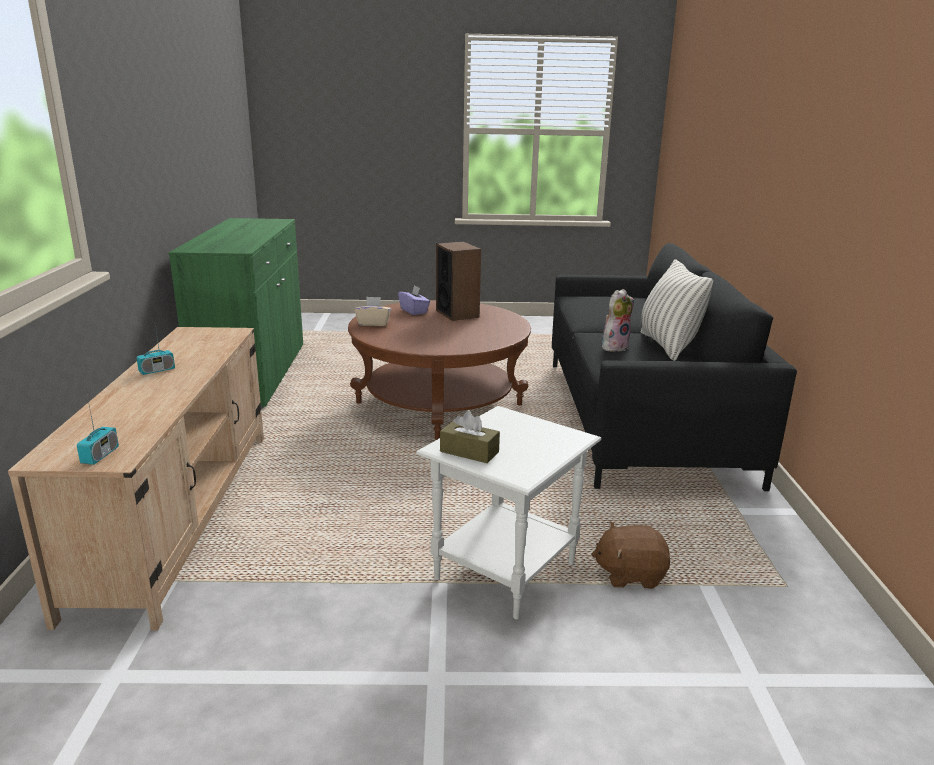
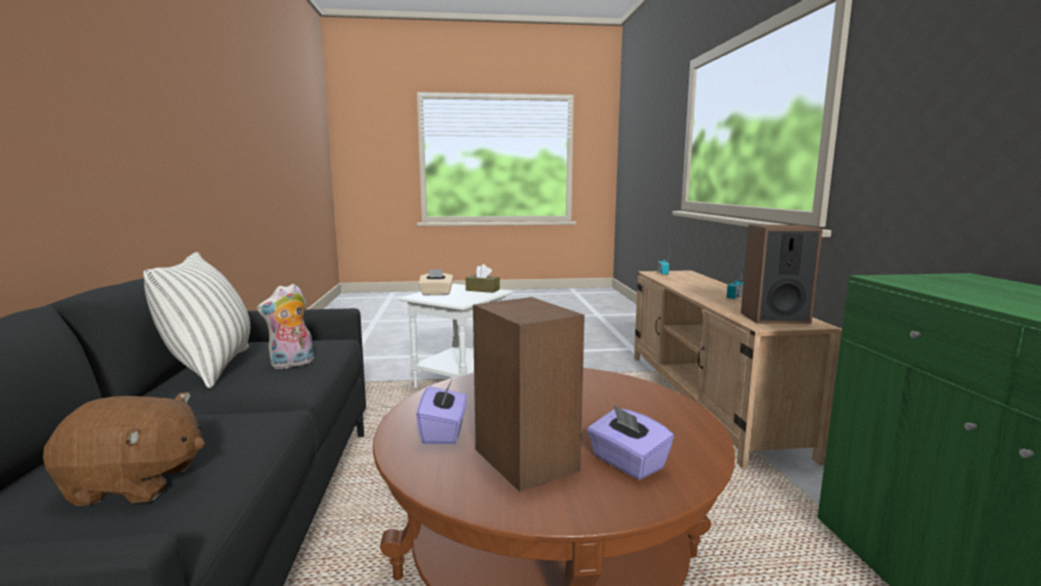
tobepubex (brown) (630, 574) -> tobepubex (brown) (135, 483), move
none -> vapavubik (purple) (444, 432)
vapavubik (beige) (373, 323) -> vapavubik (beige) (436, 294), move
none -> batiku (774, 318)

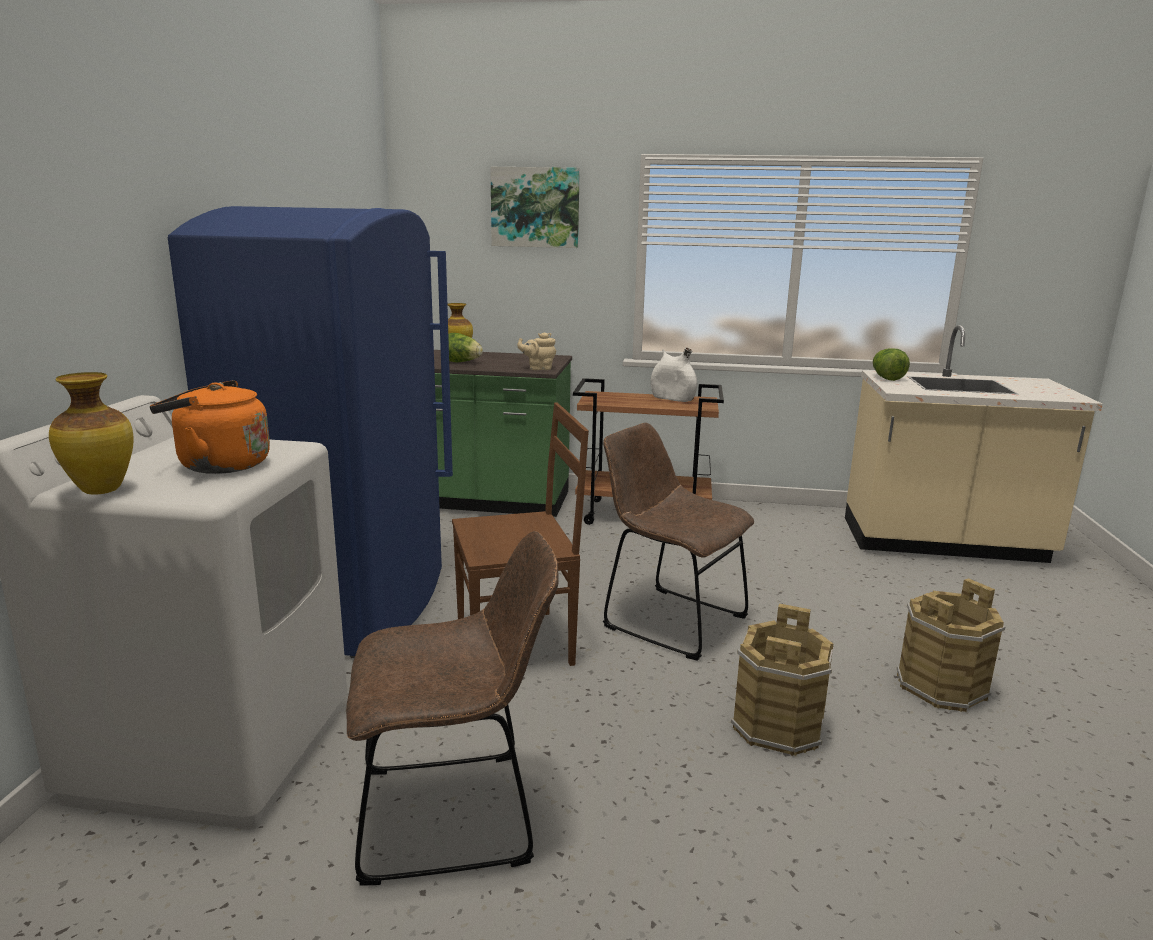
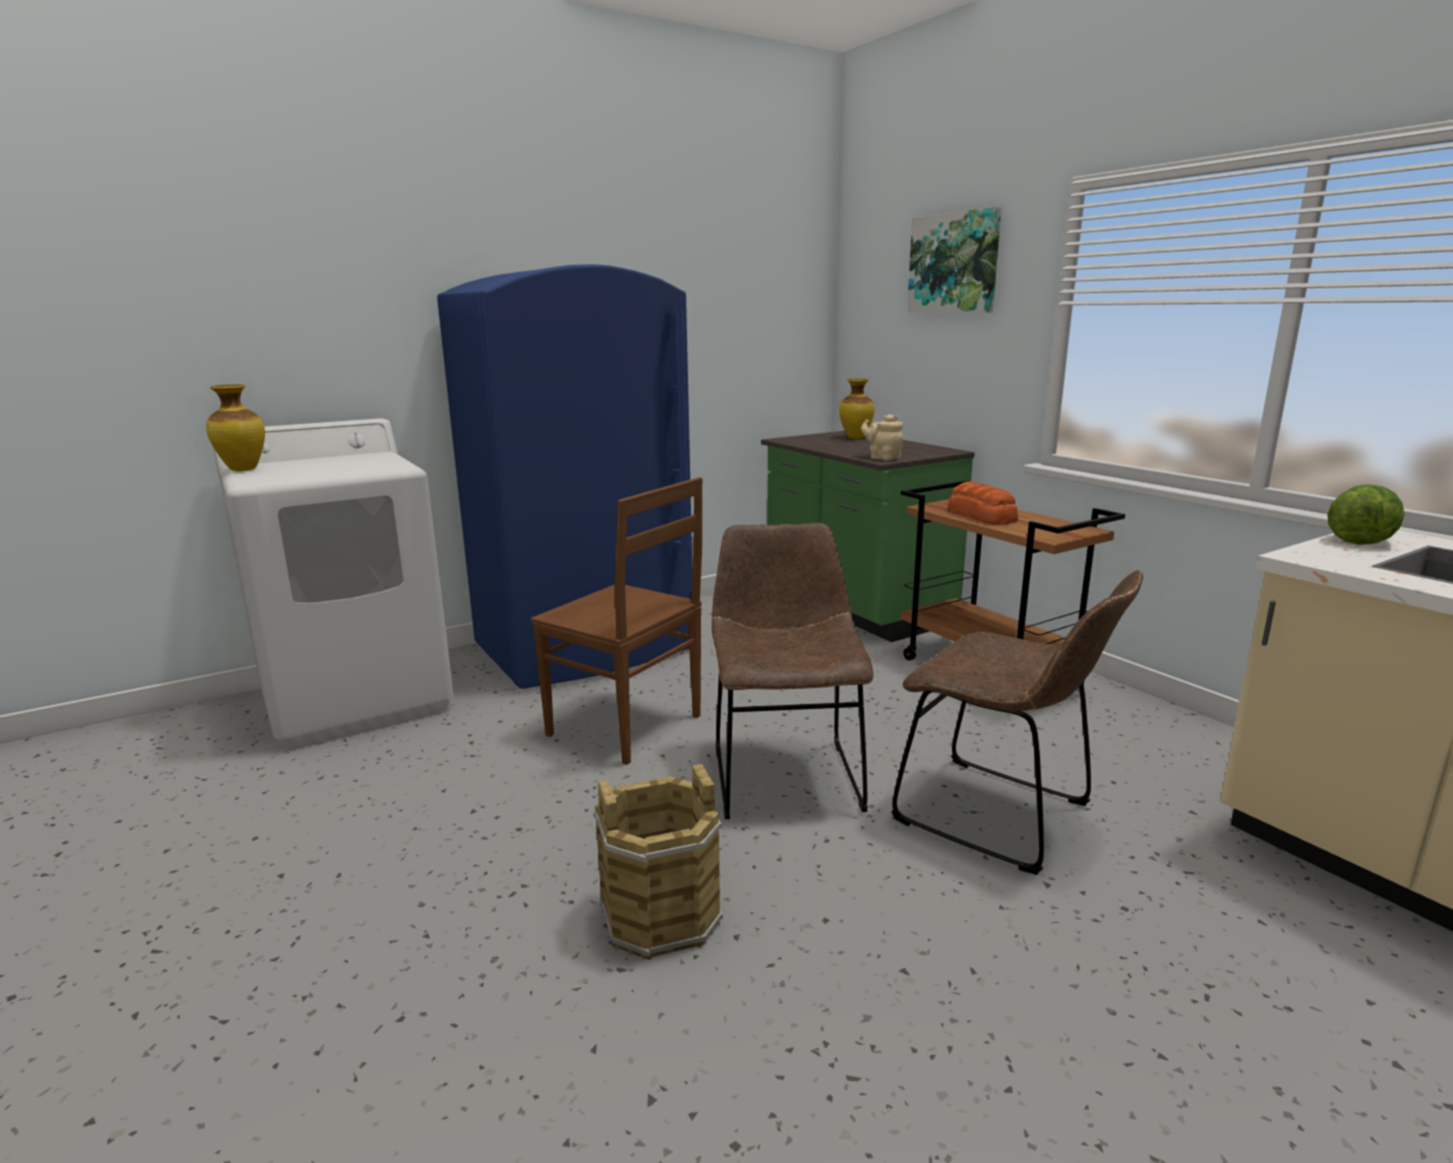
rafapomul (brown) (456, 814) -> rafapomul (brown) (1002, 817), move
none -> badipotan (981, 516)
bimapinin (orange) (218, 465) -> none
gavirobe (462, 362) -> none
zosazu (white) (672, 399) -> none
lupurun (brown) (942, 687) -> none

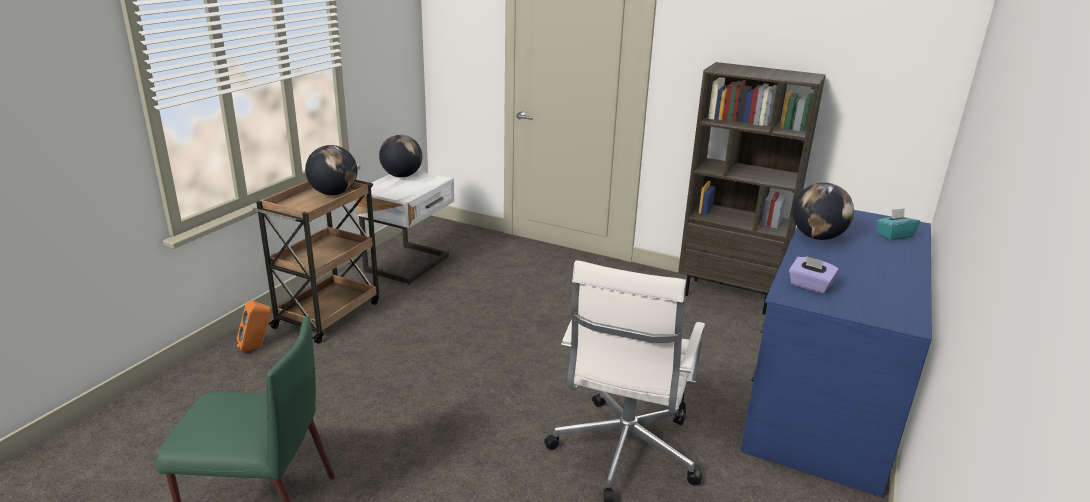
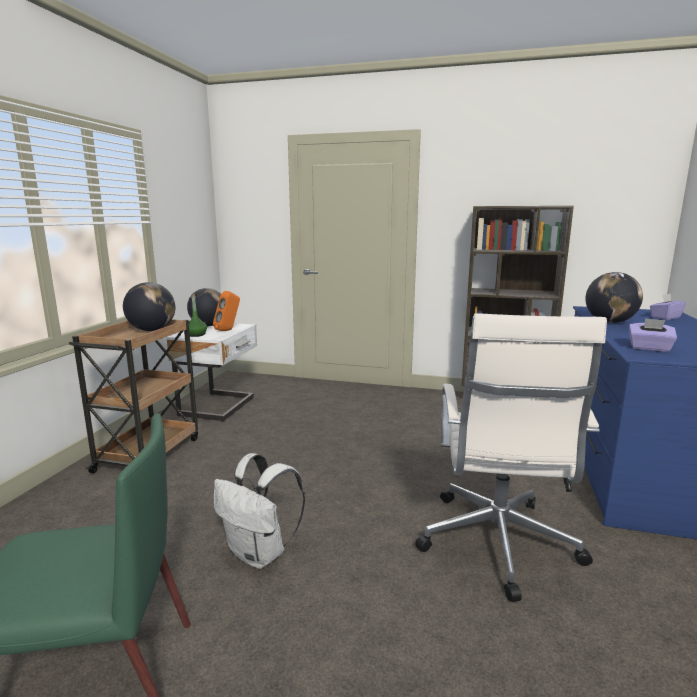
none -> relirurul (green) (196, 335)
batiku (orange) (257, 347) -> batiku (orange) (228, 330), move
none -> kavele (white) (260, 554)
vapavubik (turquoise) (894, 235) -> vapavubik (purple) (665, 317)

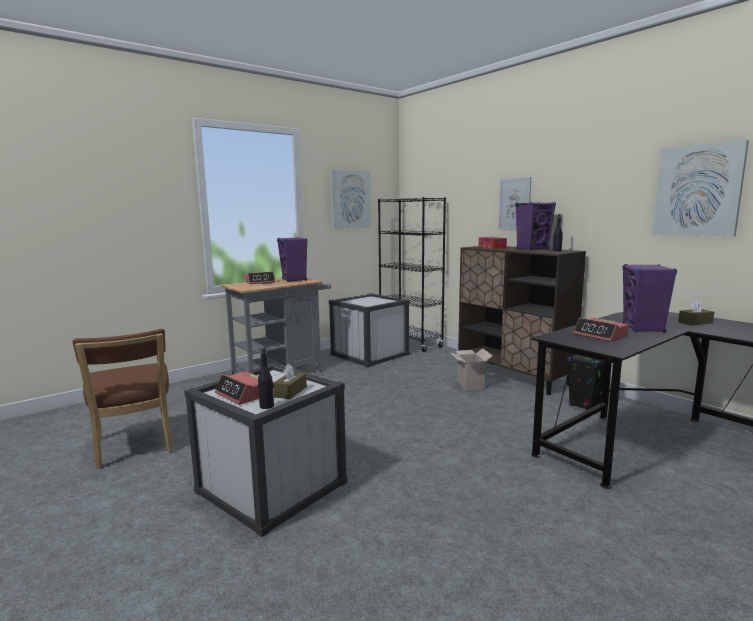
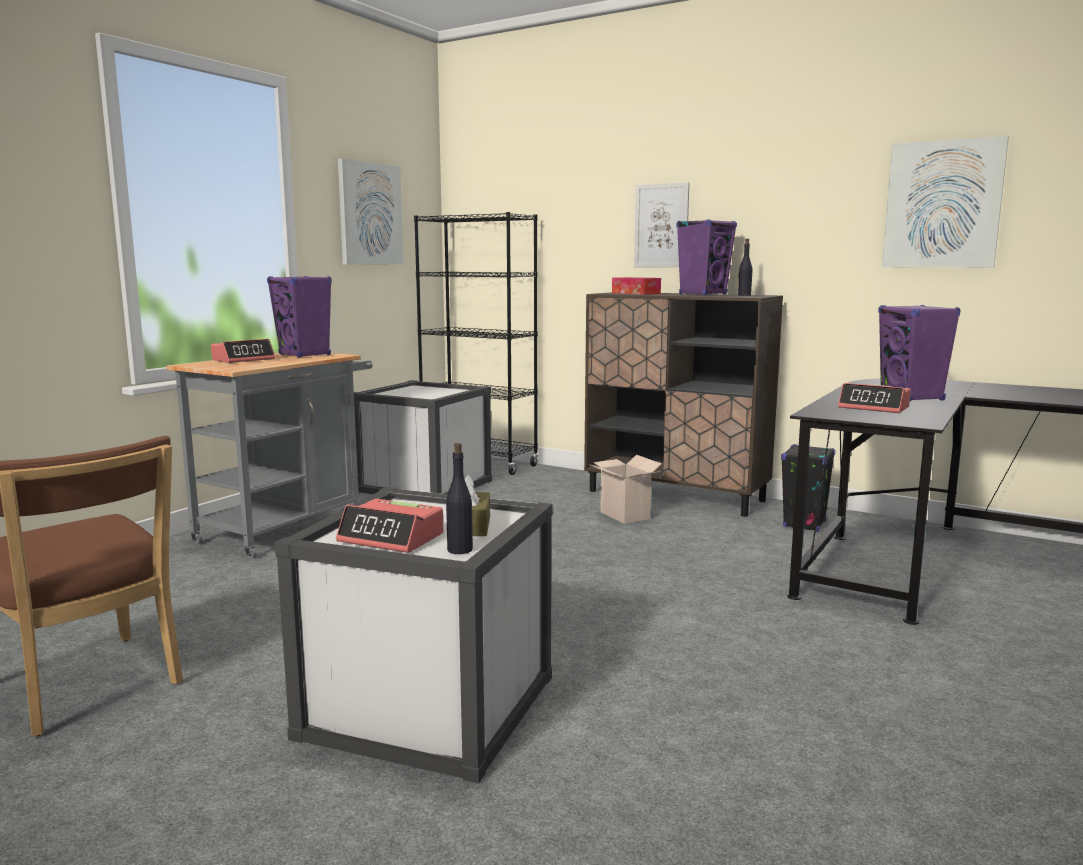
vapavubik (brown) (695, 322) -> none

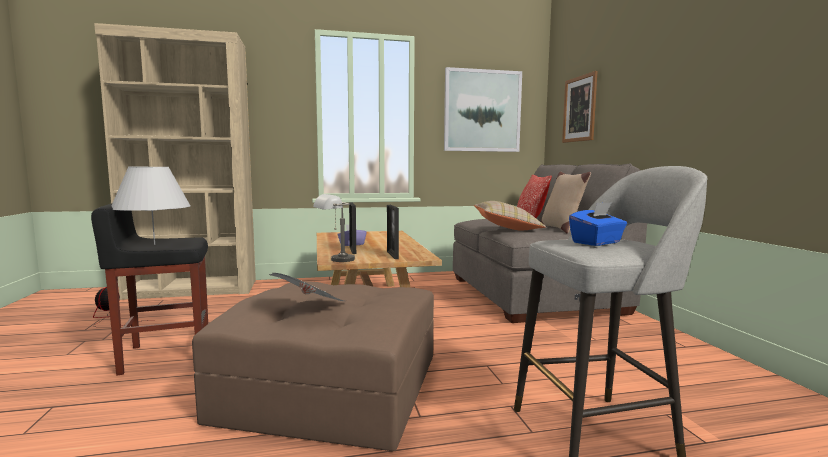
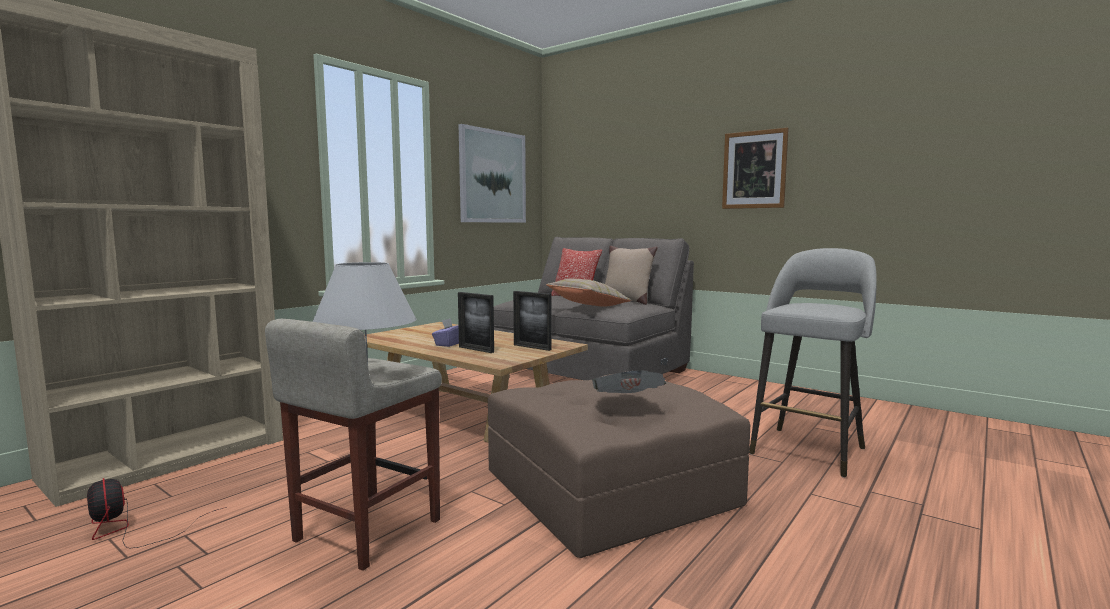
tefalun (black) (165, 355) -> tefalun (beige) (366, 531)
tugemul (579, 109) -> tugemul (754, 170), move
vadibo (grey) (335, 260) -> none
vapavubik (blue) (597, 242) -> none

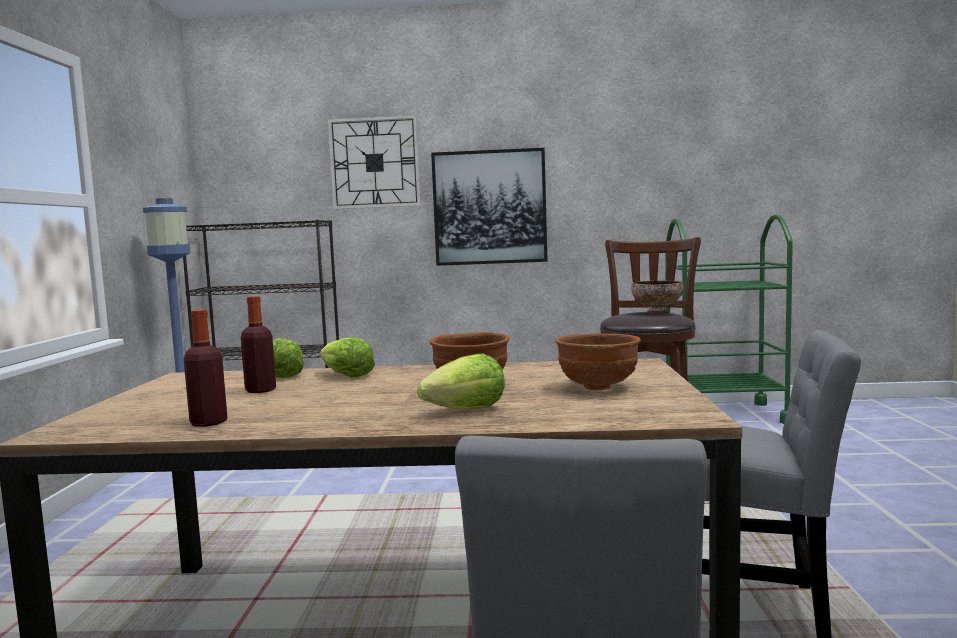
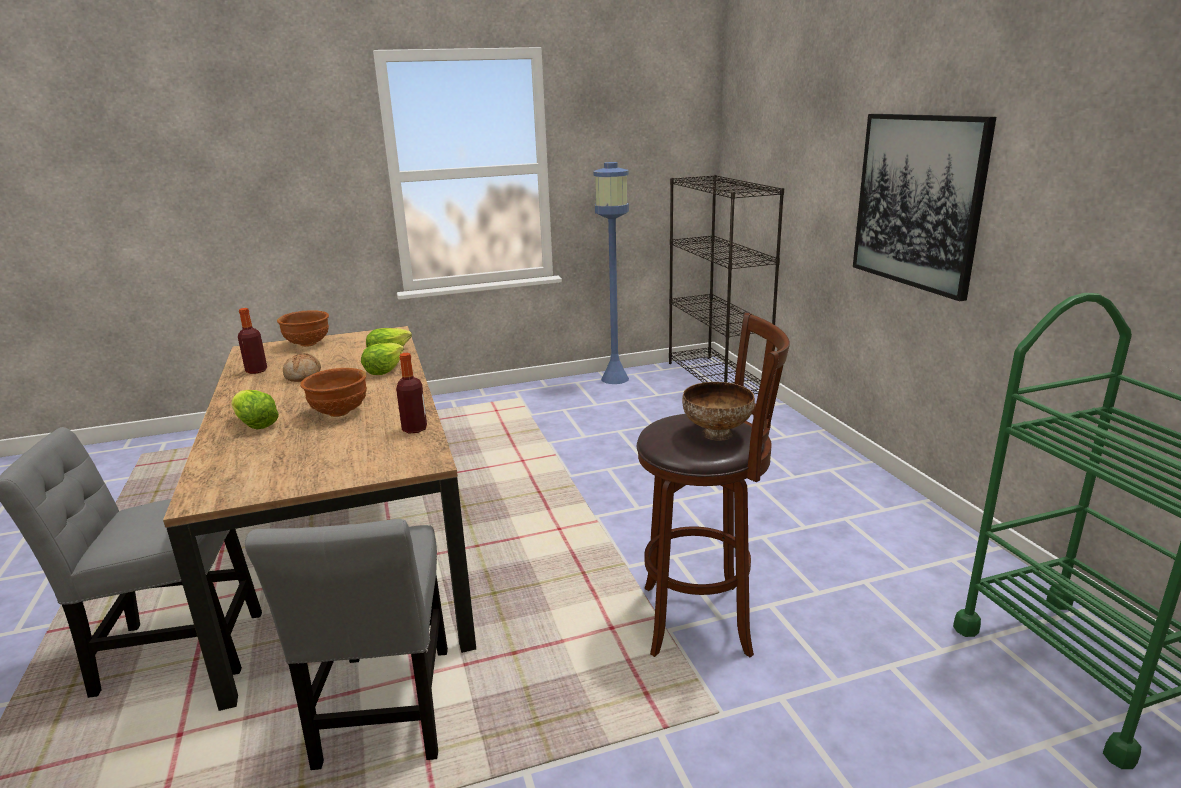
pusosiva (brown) (598, 387) -> pusosiva (brown) (308, 344), move
none -> badipotan (304, 376)
relirurul (260, 390) -> relirurul (414, 429), move
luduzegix (374, 163) -> none

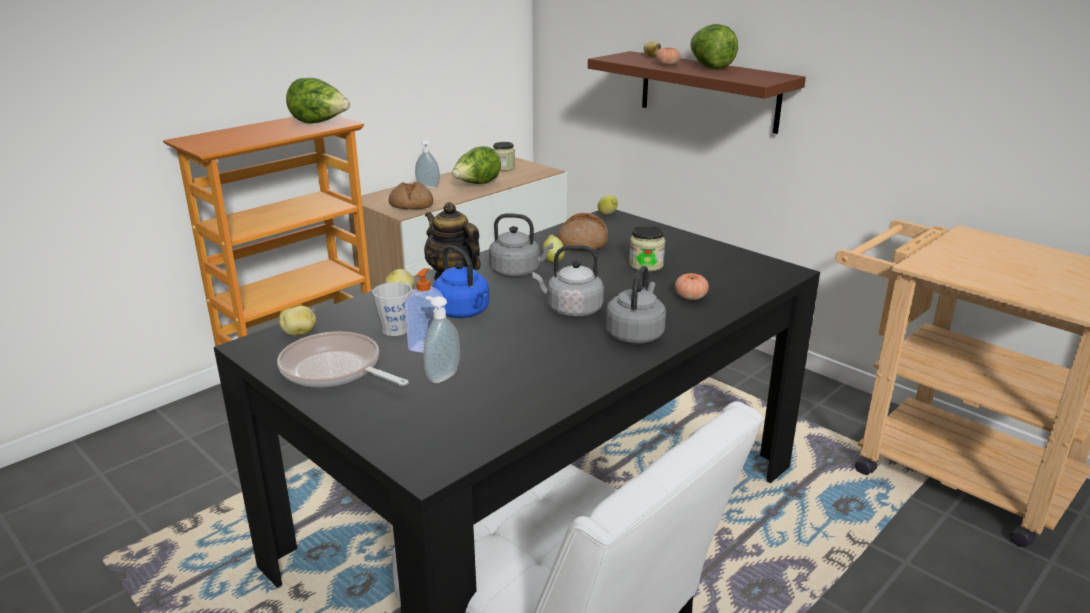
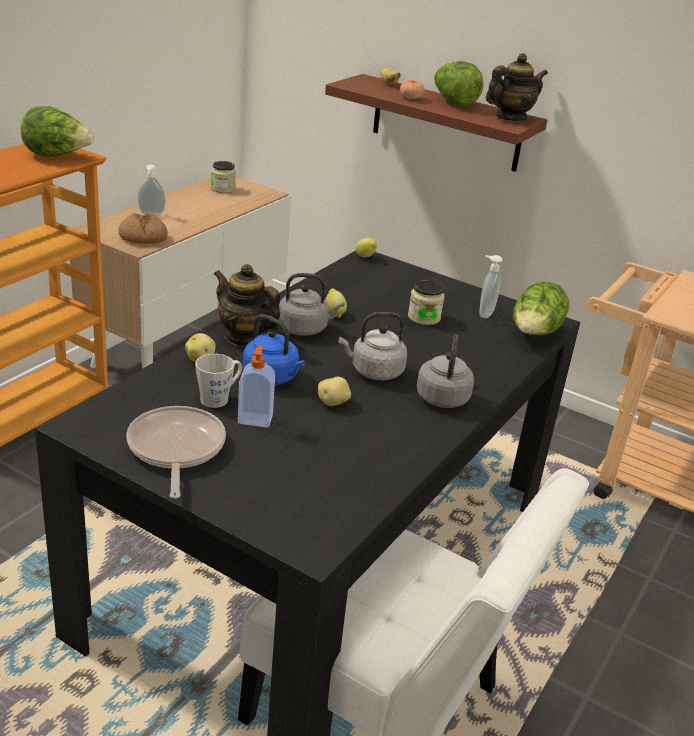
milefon (335, 370) -> milefon (175, 449), 60 degrees clockwise
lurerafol (300, 333) -> lurerafol (333, 403), move
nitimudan (441, 376) -> nitimudan (484, 313), move
none -> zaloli (510, 118)
gavirobe (477, 185) -> gavirobe (534, 334), move
badipotan (582, 243) -> none
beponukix (690, 297) -> none

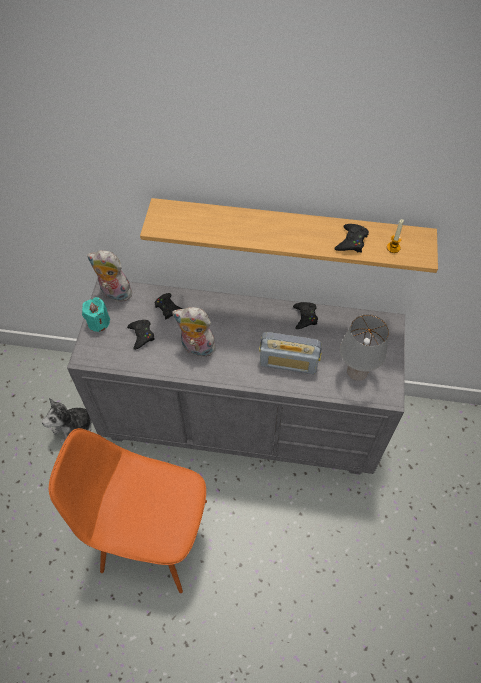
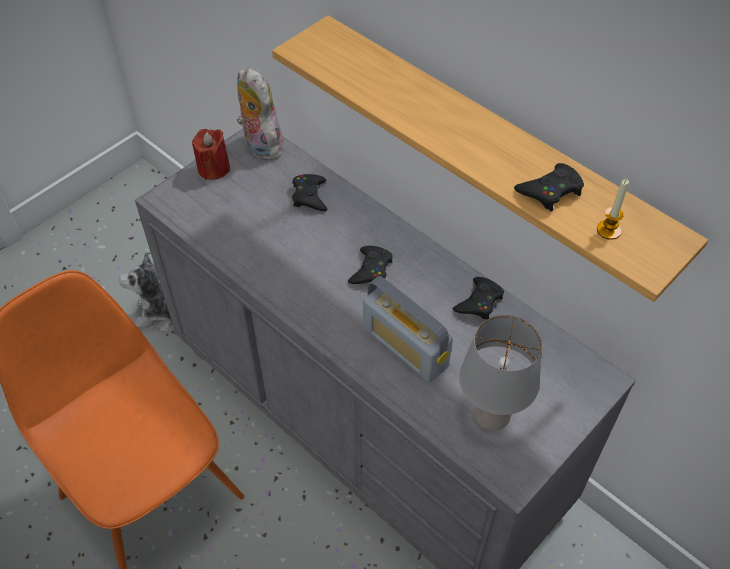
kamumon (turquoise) (98, 322) -> kamumon (red) (213, 168)
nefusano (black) (141, 335) -> nefusano (black) (371, 270), move
tobepubex (196, 348) -> none

